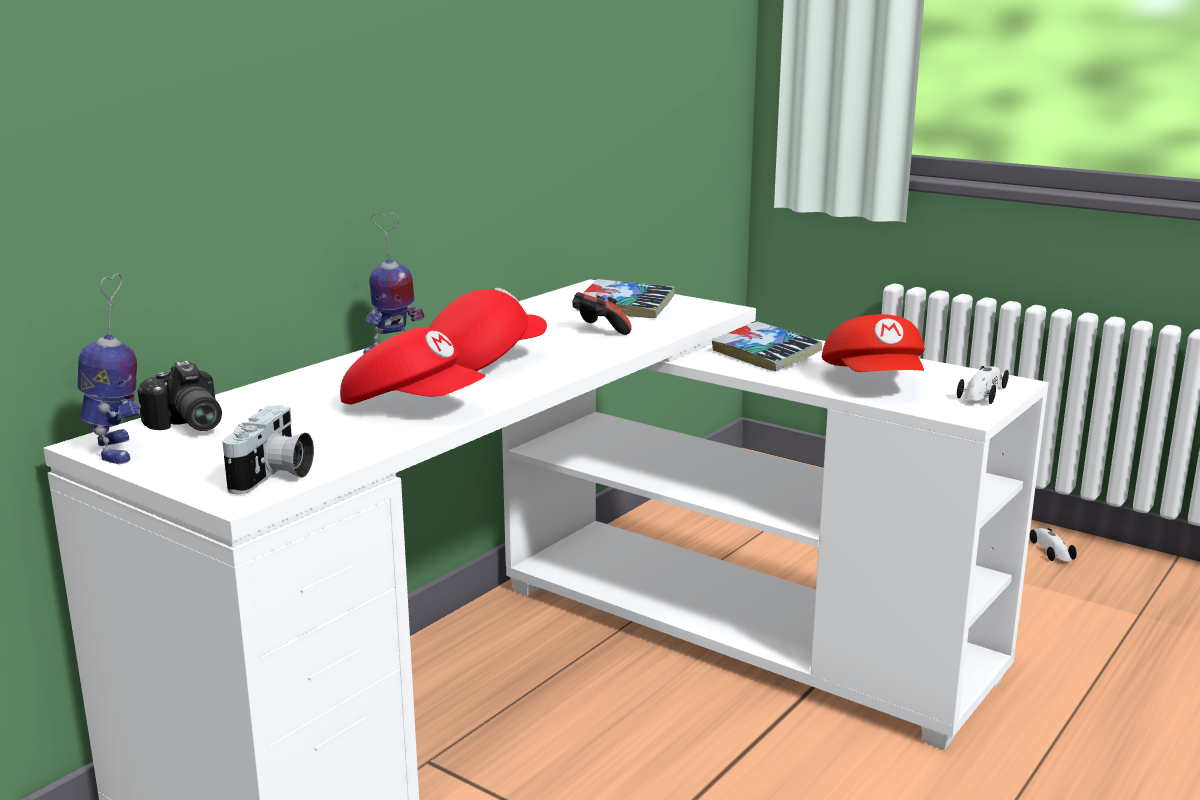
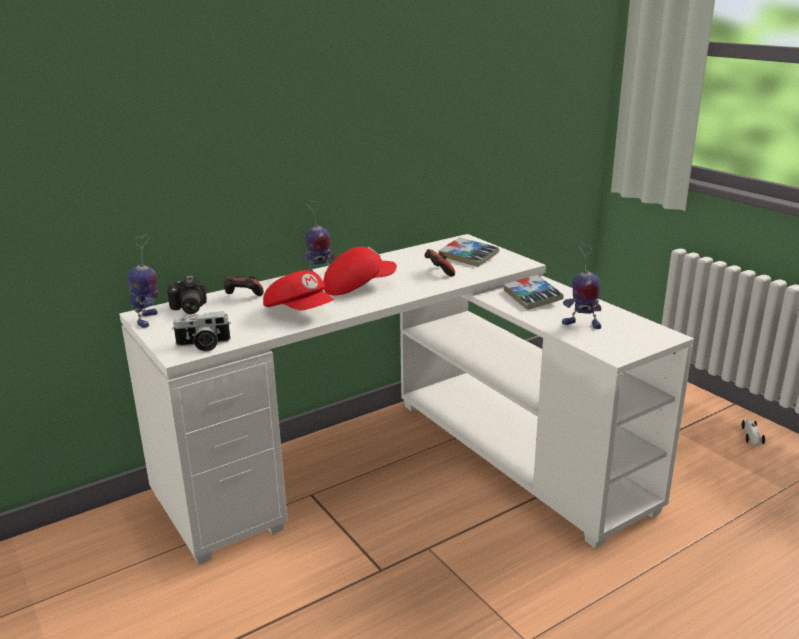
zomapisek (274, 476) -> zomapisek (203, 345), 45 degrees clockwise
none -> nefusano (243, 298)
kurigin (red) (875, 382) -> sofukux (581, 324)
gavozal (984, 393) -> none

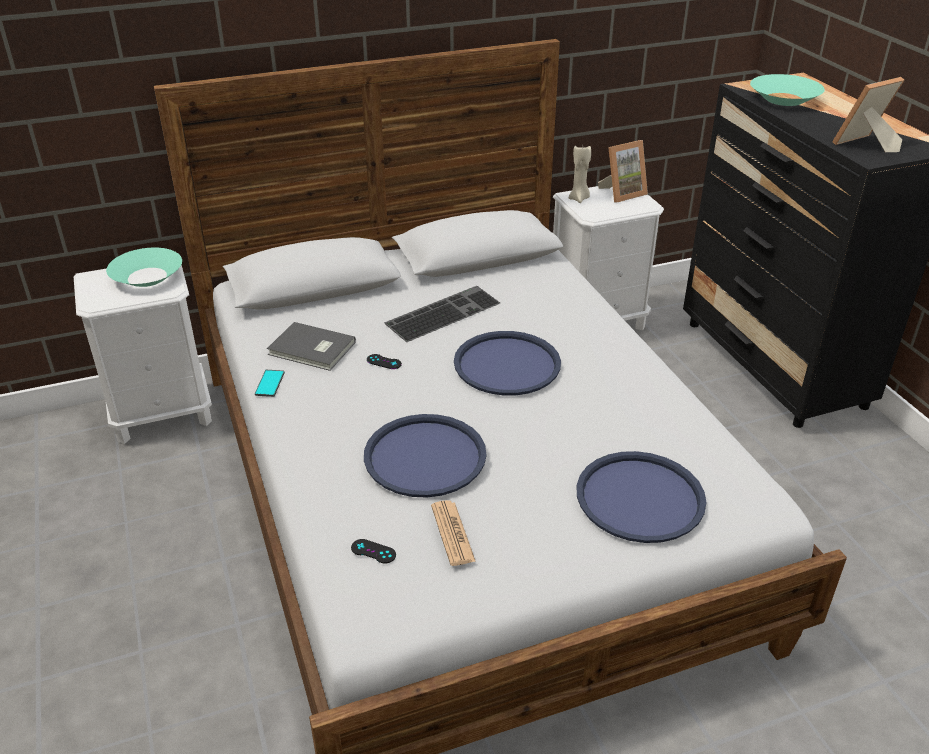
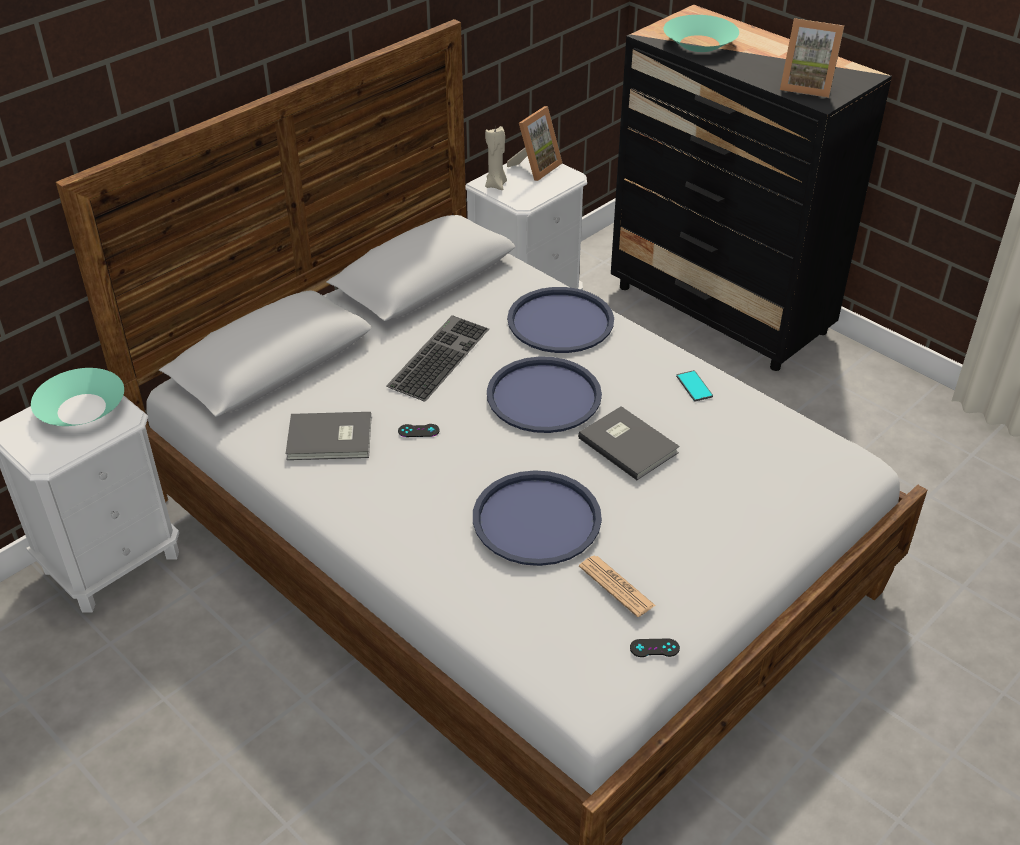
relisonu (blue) (640, 497) -> relisonu (blue) (560, 321), move
none -> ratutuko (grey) (628, 443)
nefusano (black) (373, 551) -> nefusano (black) (654, 648), move
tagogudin (269, 383) -> tagogudin (694, 386), move
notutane (864, 145) -> notutane (807, 86), 105 degrees counterclockwise

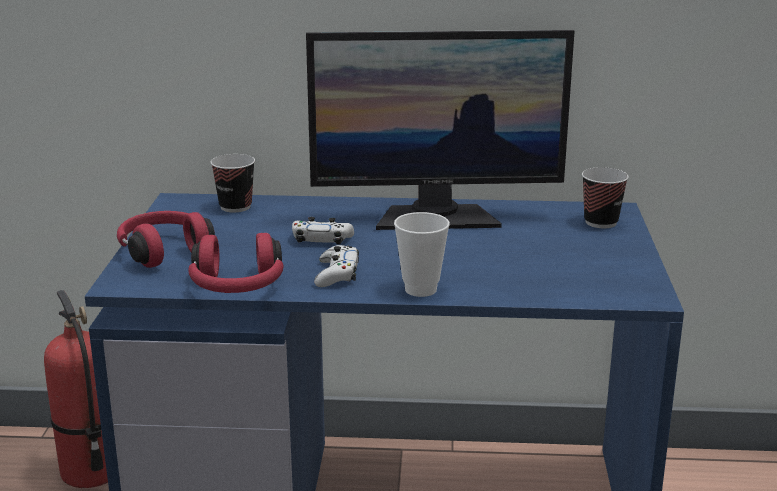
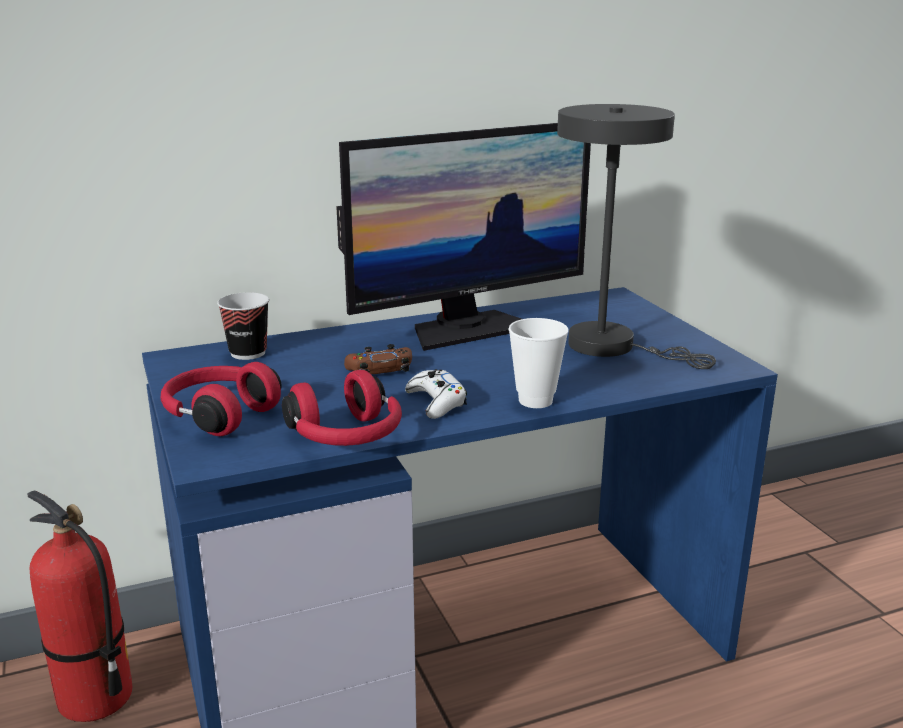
nefusano (white) (322, 239) -> nefusano (brown) (380, 370)
none -> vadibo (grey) (612, 346)
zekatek (601, 222) -> none

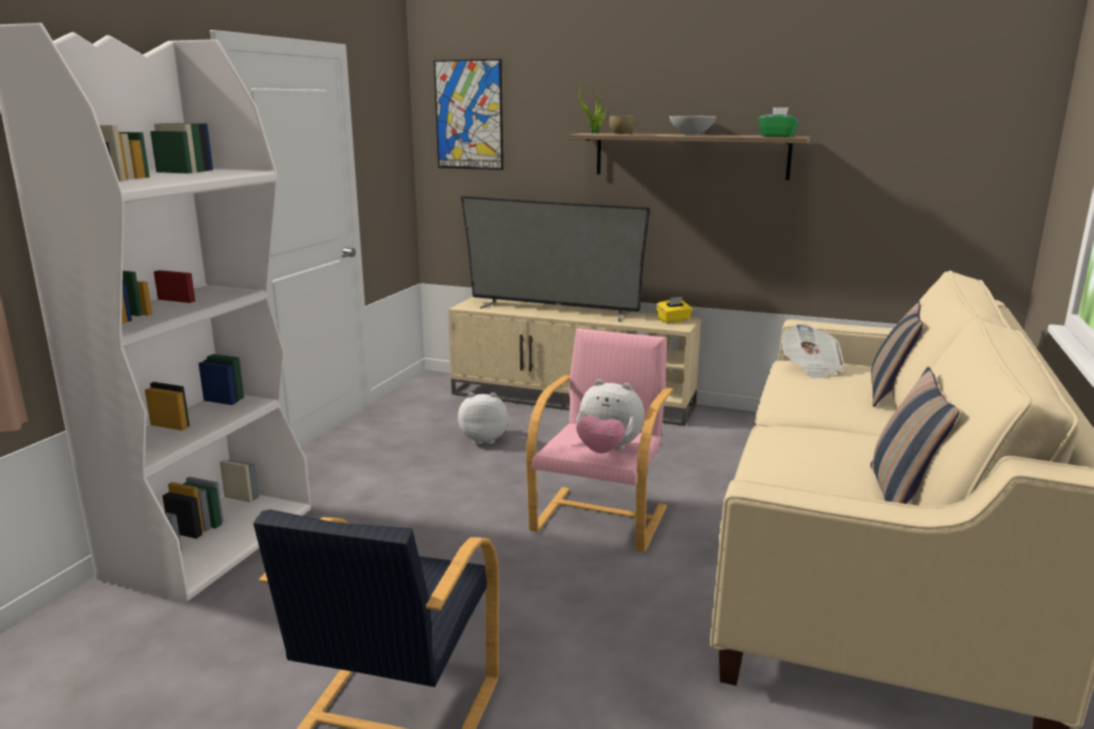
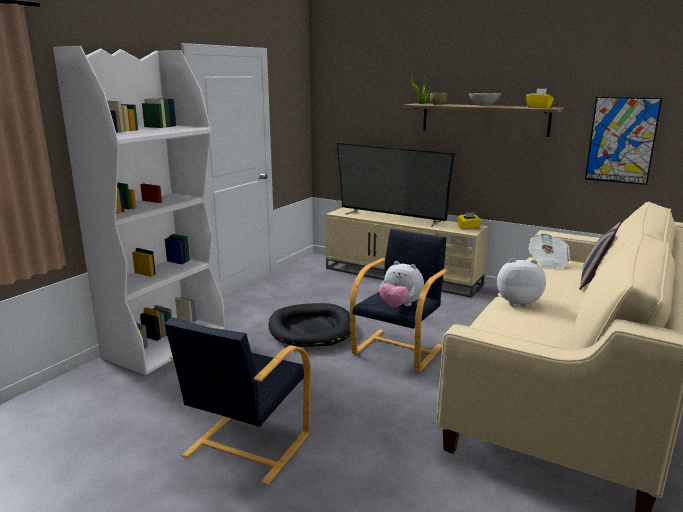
none -> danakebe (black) (311, 329)
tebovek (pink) (601, 518) -> tebovek (black) (399, 349)
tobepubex (484, 439) -> tobepubex (517, 302), move
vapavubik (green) (777, 136) -> vapavubik (yellow) (539, 108)
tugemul (469, 115) -> tugemul (621, 140), move
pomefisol (900, 495) -> none

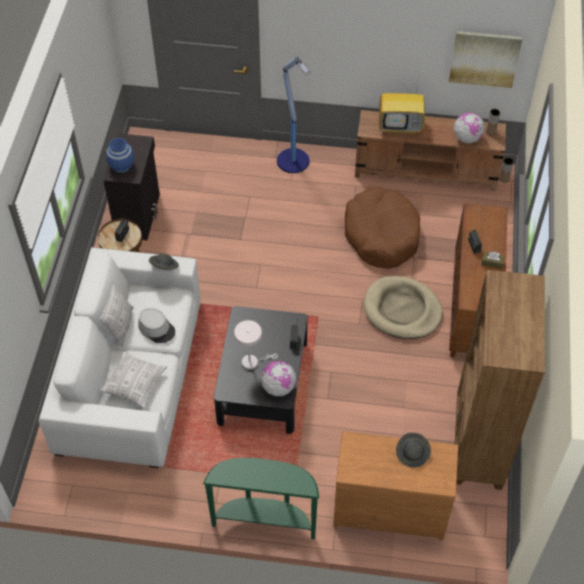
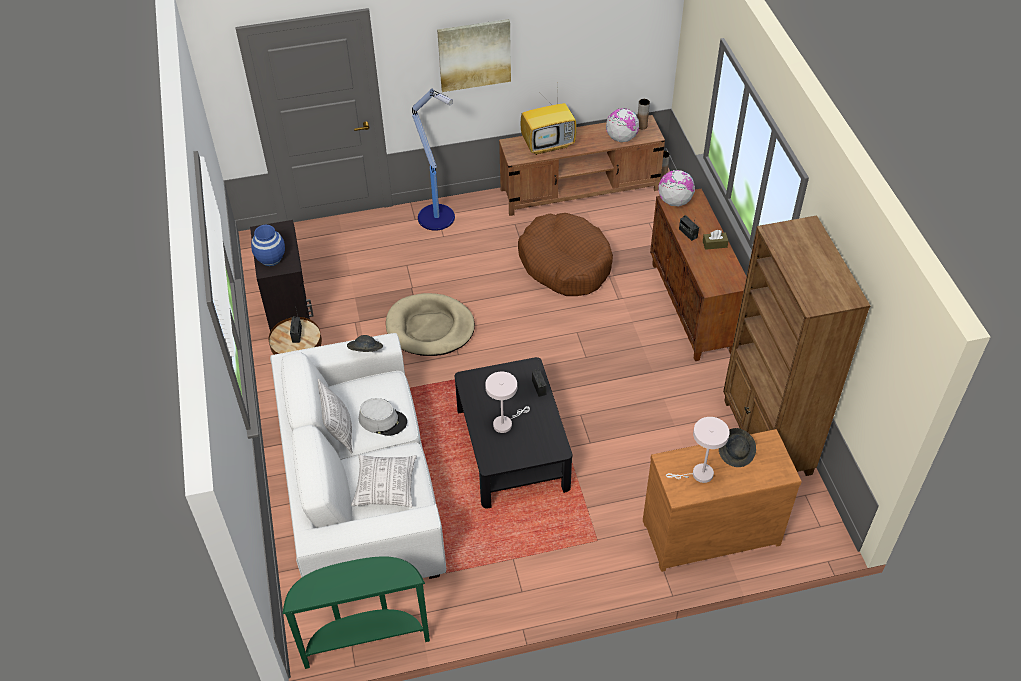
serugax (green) (265, 520) -> serugax (green) (365, 640), move
danakebe (beige) (402, 310) -> danakebe (beige) (430, 328), move
tugemul (484, 58) -> tugemul (474, 54), move
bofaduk (278, 387) -> bofaduk (674, 201), move
none -> vadibo (white) (698, 474)

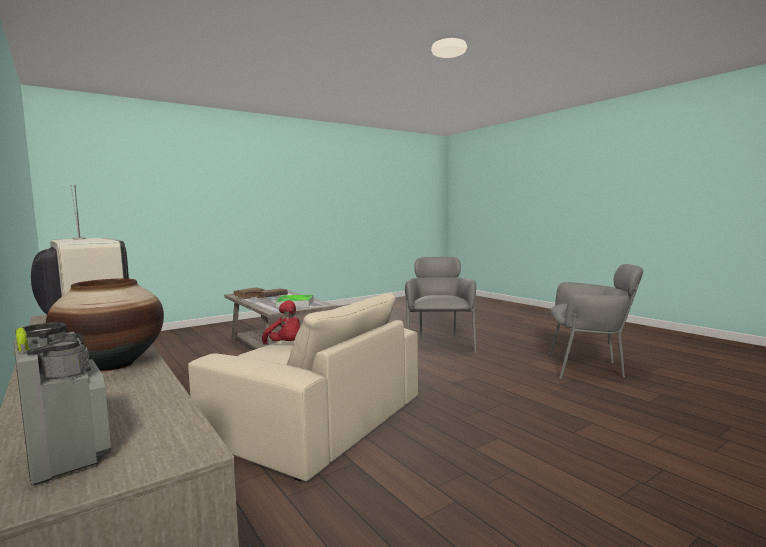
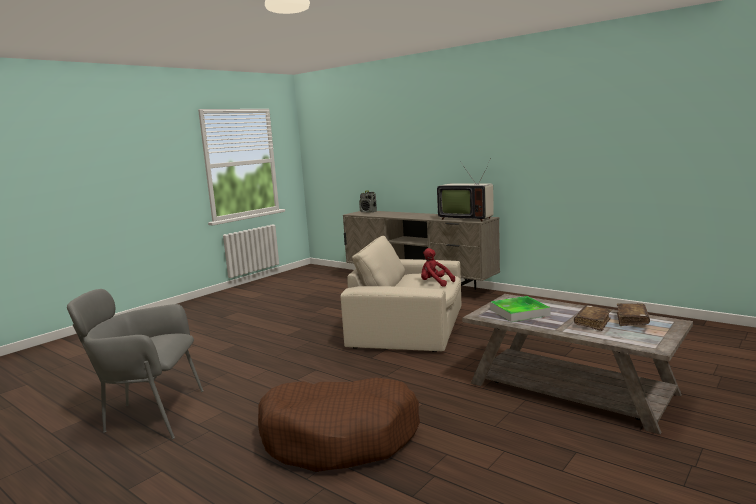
tebovek (grey) (439, 345) -> danakebe (brown) (340, 437)
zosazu (112, 365) -> none

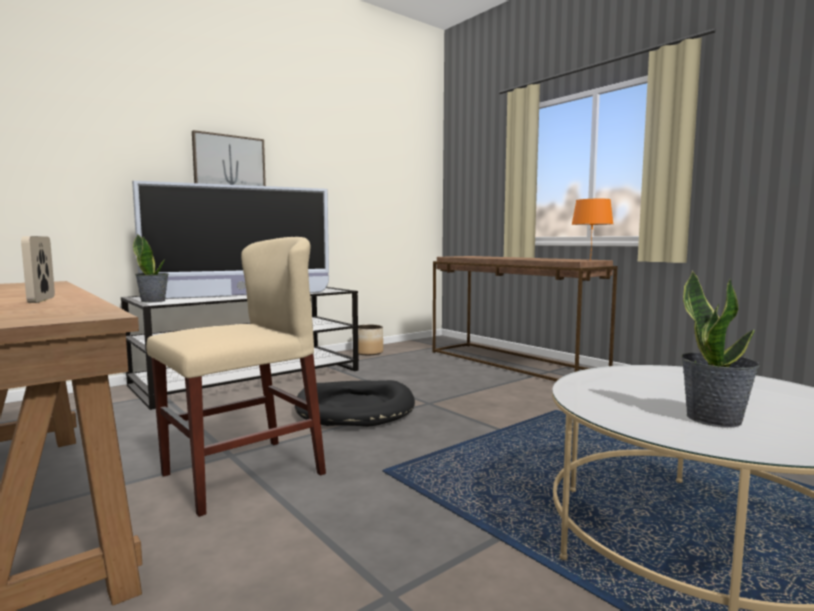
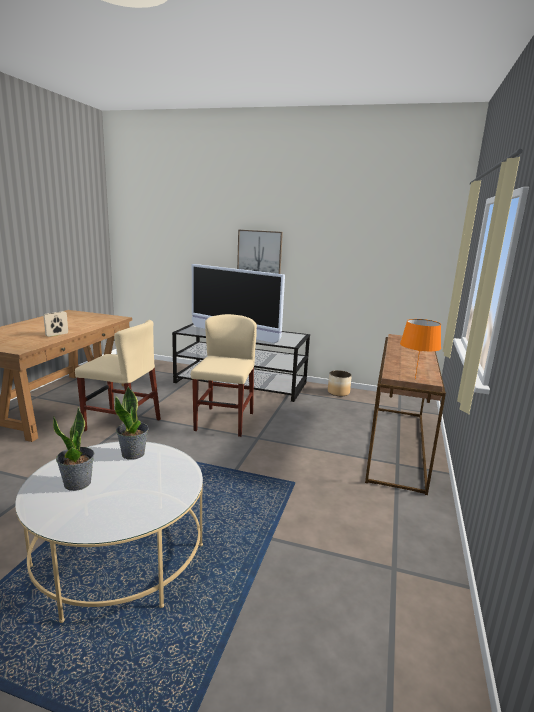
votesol (153, 301) -> votesol (133, 453), move
danakebe (black) (355, 408) -> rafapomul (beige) (224, 421)

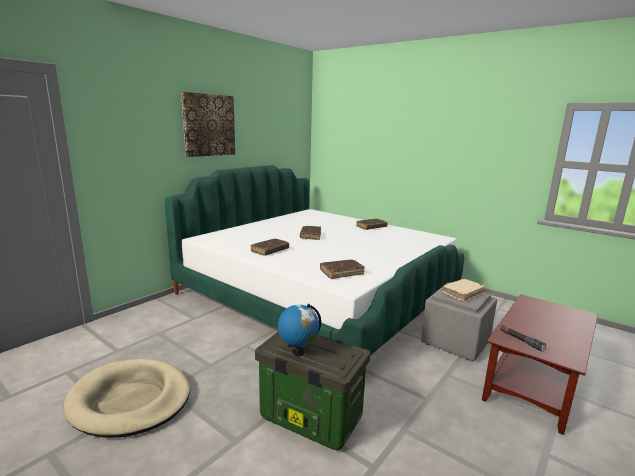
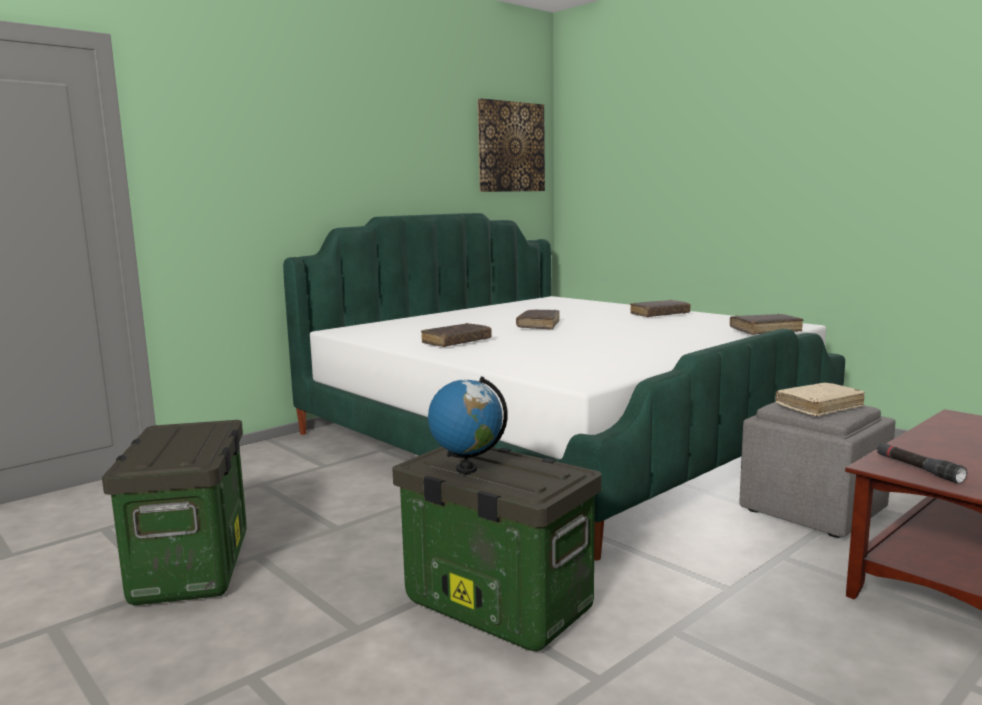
danakebe (beige) (130, 400) -> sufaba (193, 568)
tugemul (209, 125) -> tugemul (510, 147), move
ratutuko (brown) (341, 272) -> ratutuko (brown) (765, 330), move

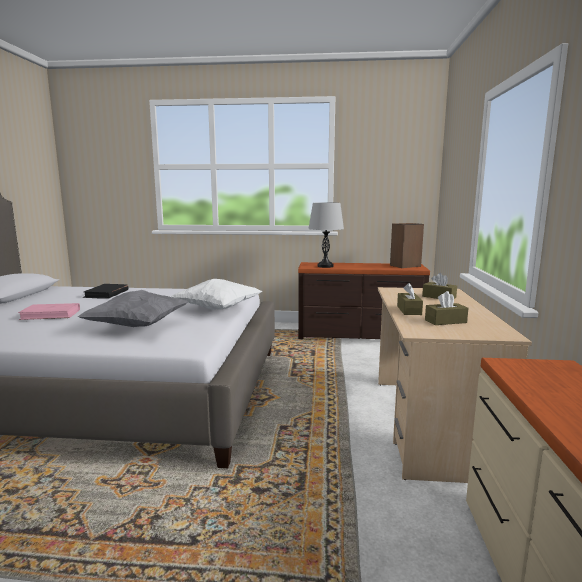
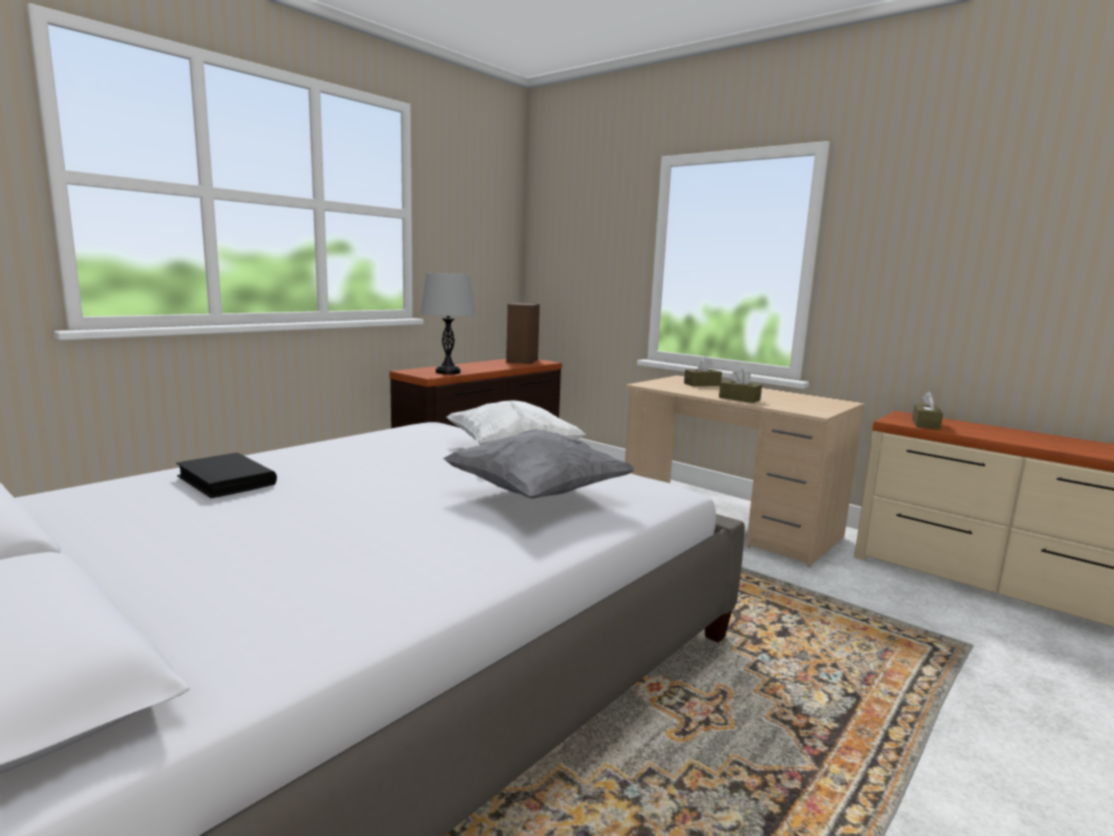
vapavubik (brown) (445, 321) -> vapavubik (brown) (925, 424), move
ratutuko (pink) (51, 314) -> none

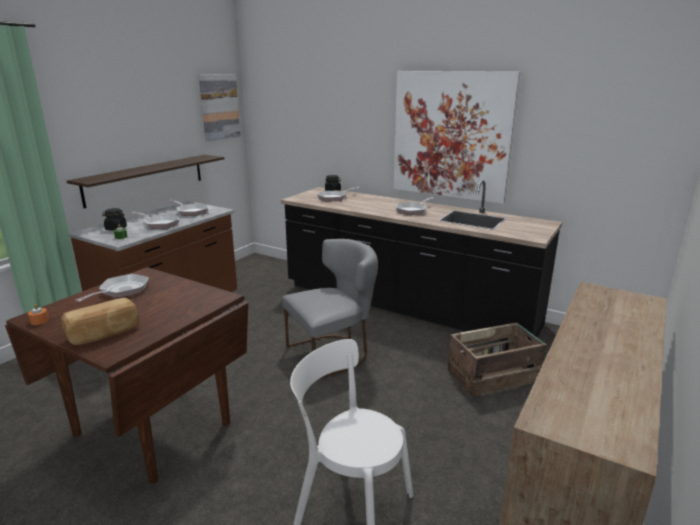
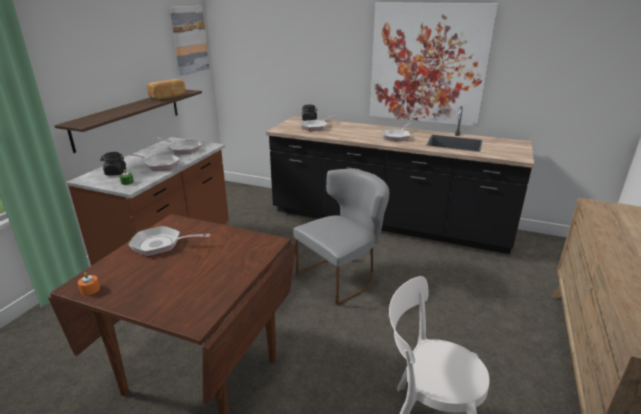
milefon (121, 291) -> milefon (161, 244), 105 degrees counterclockwise
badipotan (104, 334) -> badipotan (168, 97), move
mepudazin (494, 376) -> none

